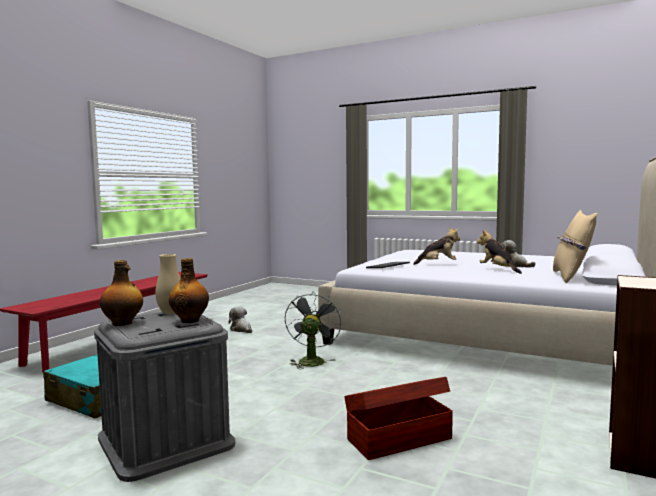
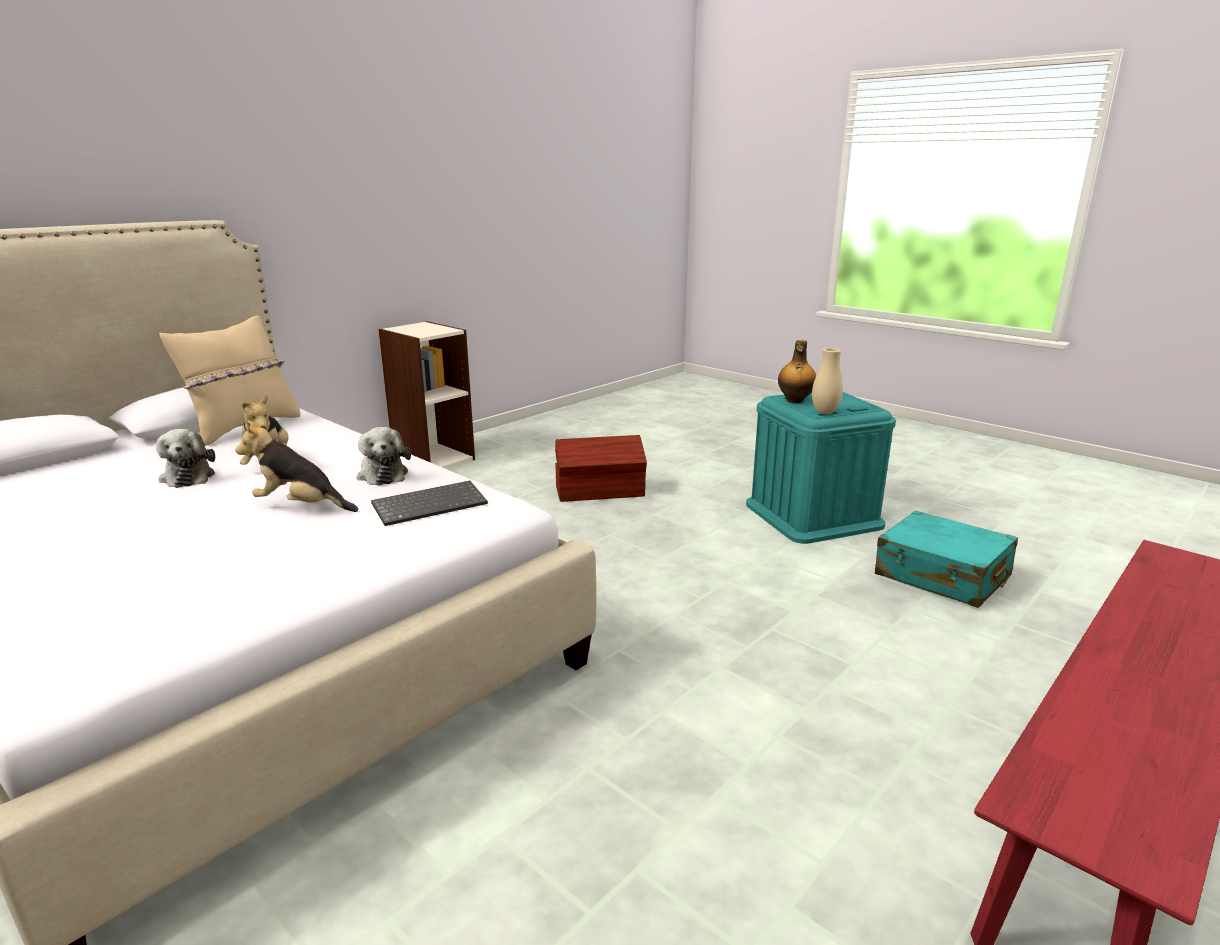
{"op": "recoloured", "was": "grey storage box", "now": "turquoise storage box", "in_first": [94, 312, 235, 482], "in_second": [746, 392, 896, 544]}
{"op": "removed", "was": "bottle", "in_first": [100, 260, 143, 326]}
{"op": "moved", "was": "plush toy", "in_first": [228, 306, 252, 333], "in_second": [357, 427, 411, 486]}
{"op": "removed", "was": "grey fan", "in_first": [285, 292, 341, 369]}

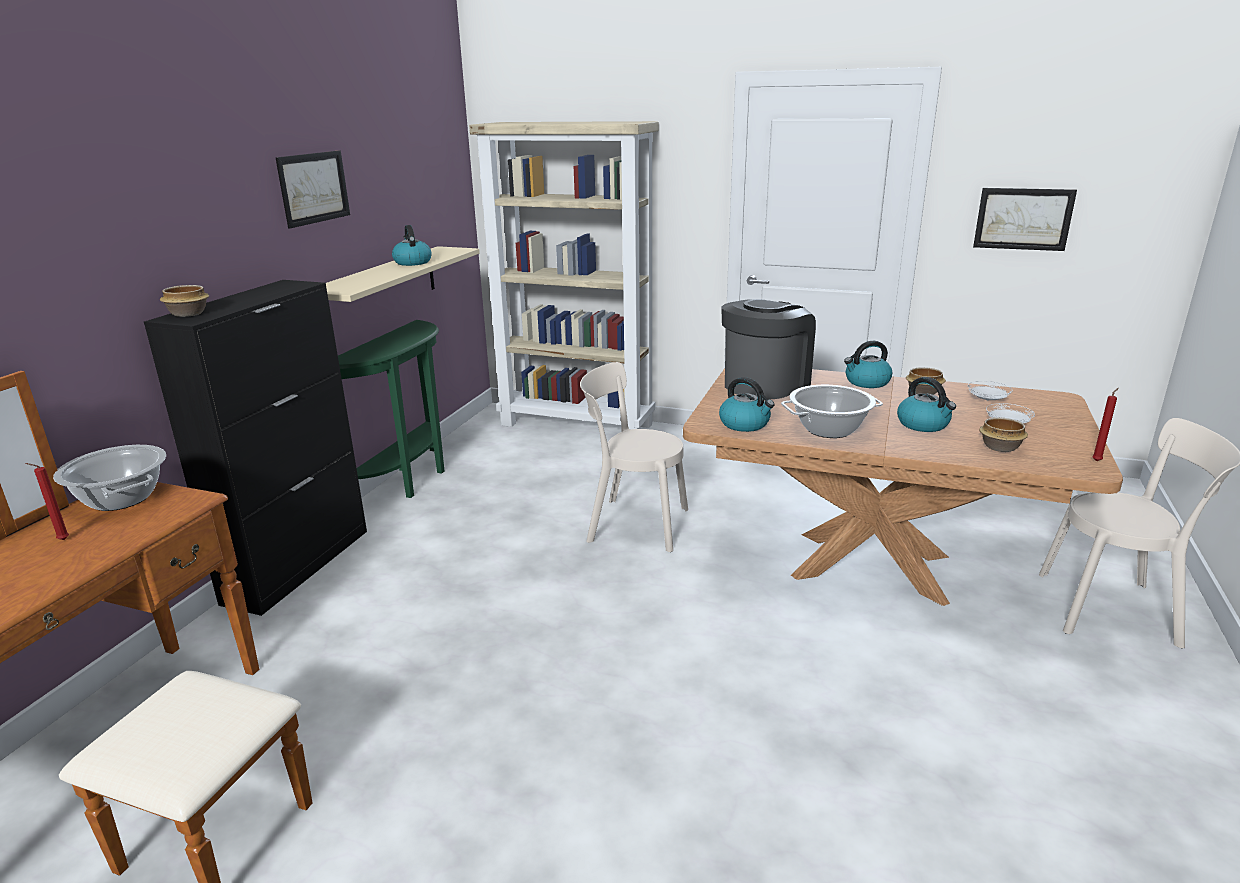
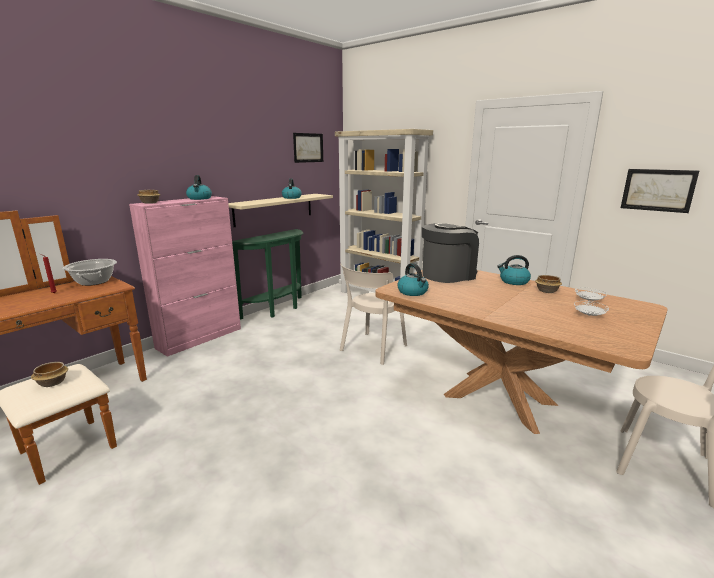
{"op": "recoloured", "was": "black cabinet", "now": "pink cabinet", "in_first": [144, 280, 367, 616], "in_second": [129, 196, 241, 357]}
{"op": "moved", "was": "picture", "in_first": [276, 151, 350, 228], "in_second": [293, 133, 323, 163]}
{"op": "turned", "was": "beige chair", "in_first": [580, 362, 688, 552], "in_second": [340, 263, 407, 365], "clockwise": -90}
{"op": "removed", "was": "cooking pot", "in_first": [781, 385, 883, 438]}
{"op": "moved", "was": "kettle", "in_first": [897, 377, 956, 432], "in_second": [186, 175, 212, 200]}
{"op": "moved", "was": "bowl", "in_first": [979, 417, 1028, 452], "in_second": [31, 362, 68, 387]}
{"op": "removed", "was": "red candle", "in_first": [1092, 388, 1119, 461]}

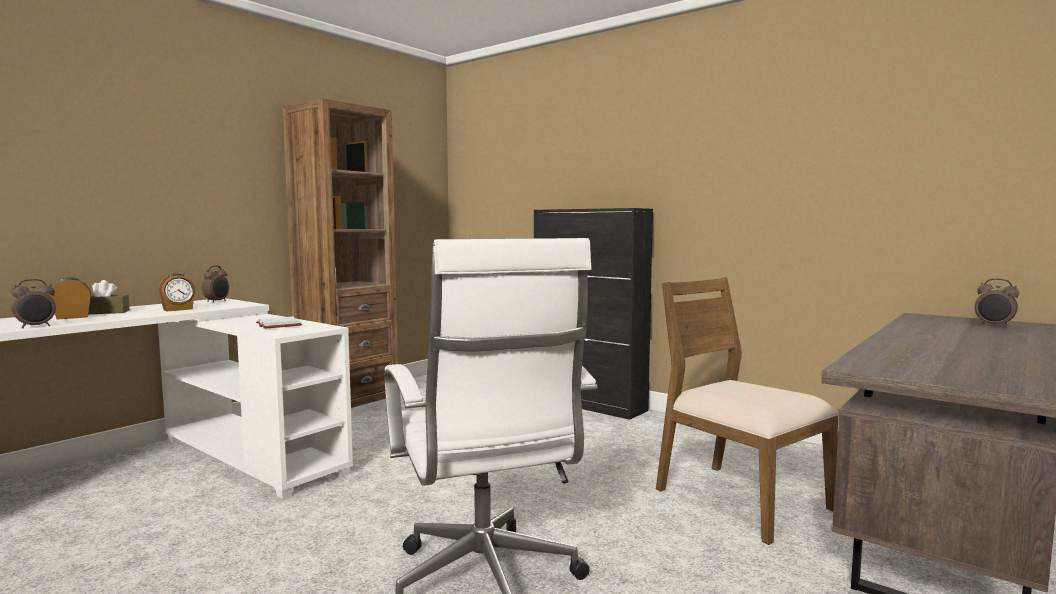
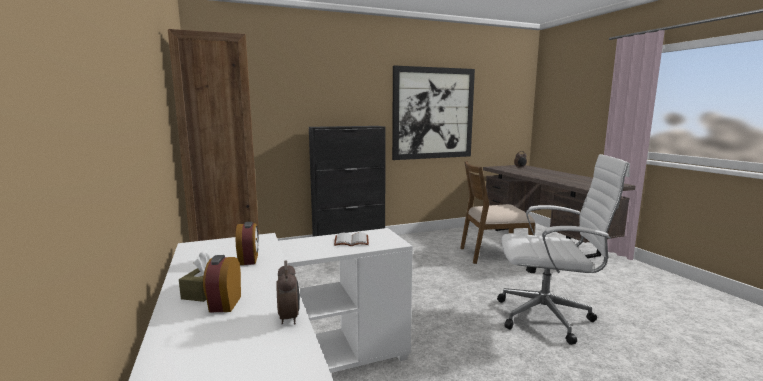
{"op": "removed", "was": "alarm clock", "in_first": [202, 265, 229, 303]}
{"op": "added", "now": "picture", "in_second": [392, 65, 475, 160]}

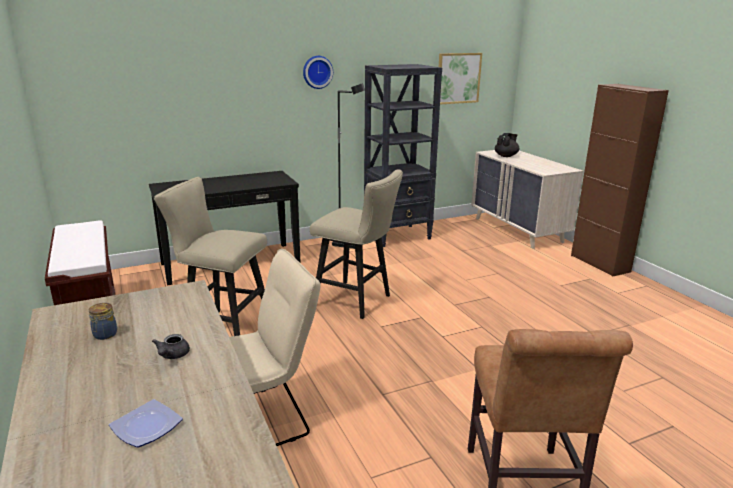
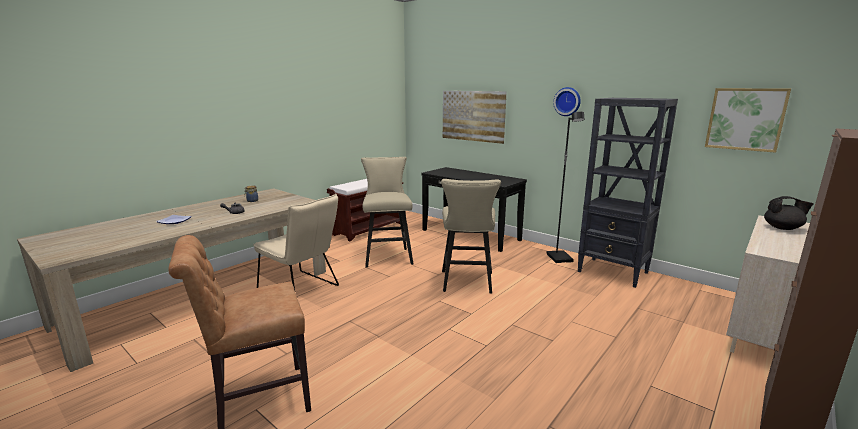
{"op": "added", "now": "picture", "in_second": [443, 91, 507, 144]}

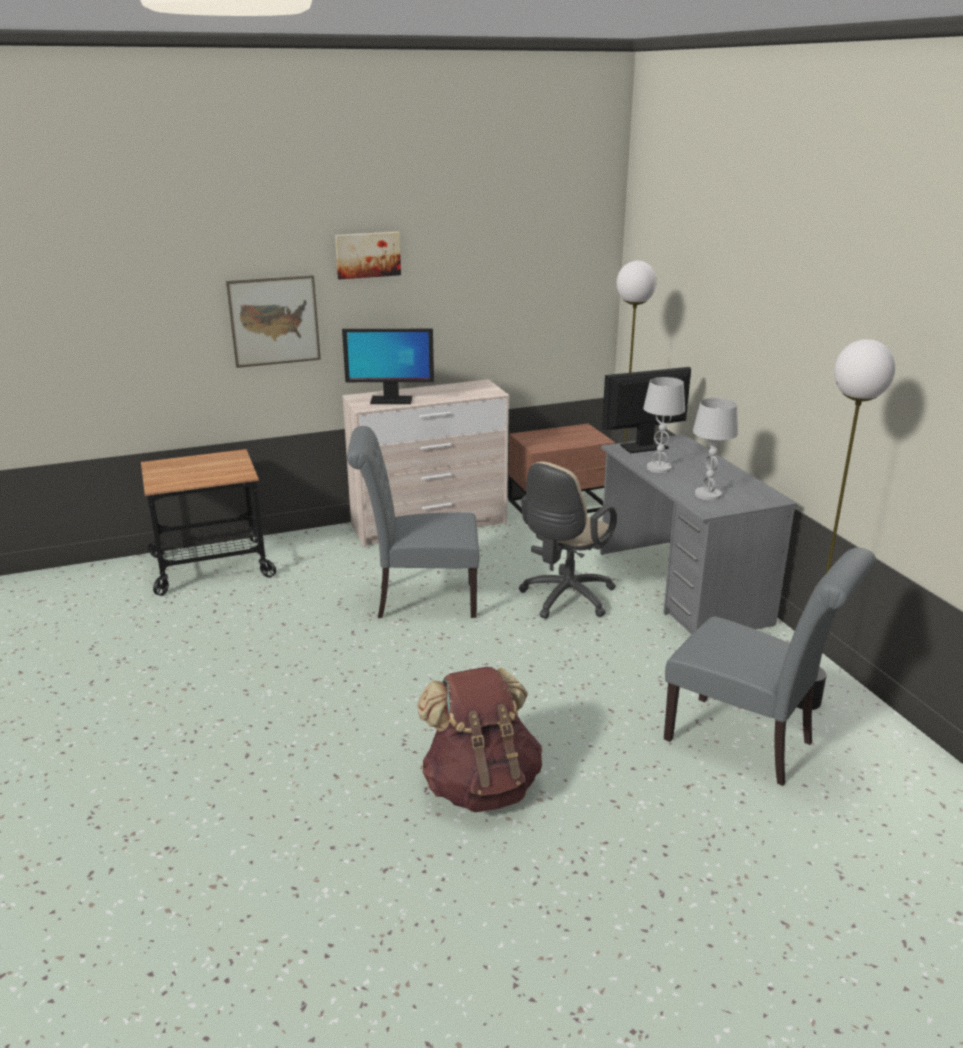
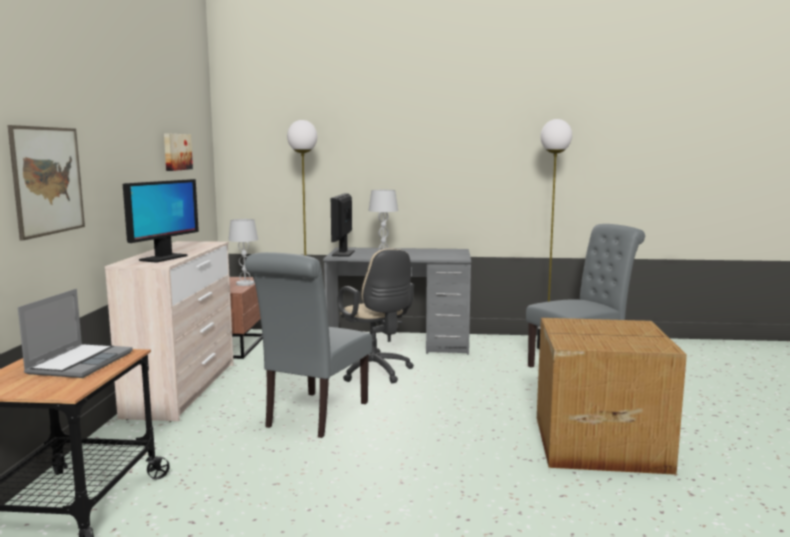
{"op": "moved", "was": "picture", "in_first": [335, 232, 401, 280], "in_second": [164, 133, 193, 171]}
{"op": "replaced", "was": "brown backpack", "now": "cardboard box", "in_first": [417, 667, 542, 812], "in_second": [537, 318, 687, 475]}
{"op": "moved", "was": "white table lamp", "in_first": [693, 398, 738, 500], "in_second": [228, 219, 258, 286]}
{"op": "added", "now": "laptop", "in_second": [18, 289, 133, 378]}

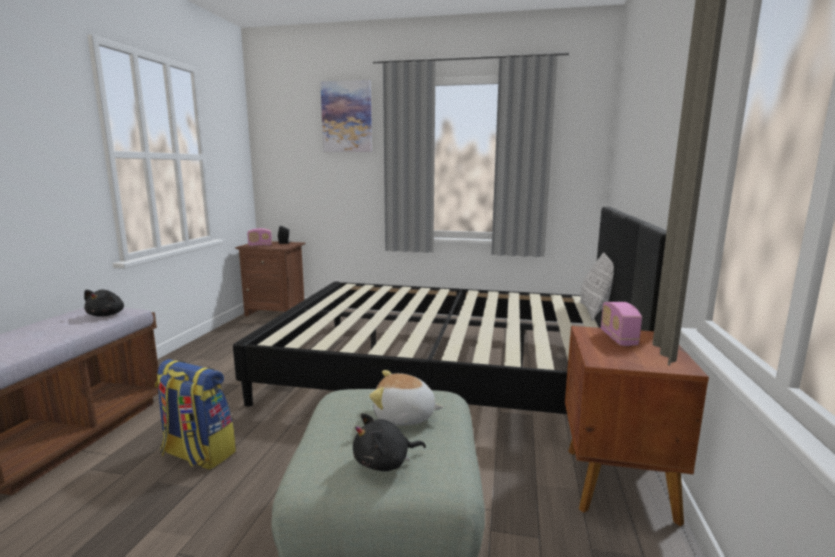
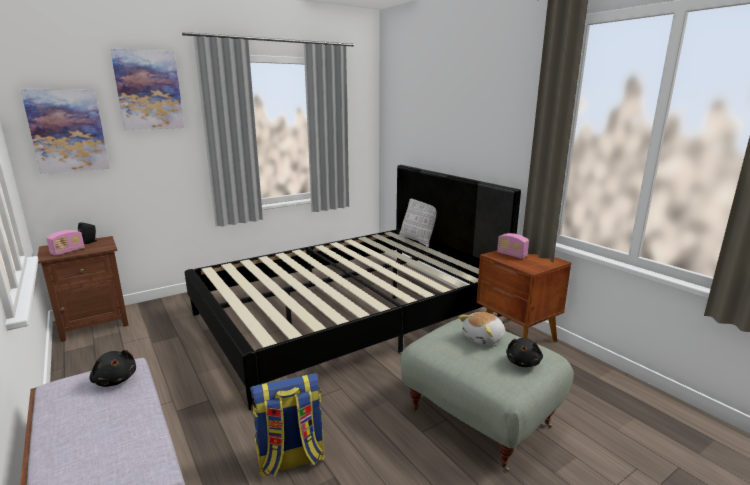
{"op": "added", "now": "picture", "in_second": [21, 89, 110, 174]}

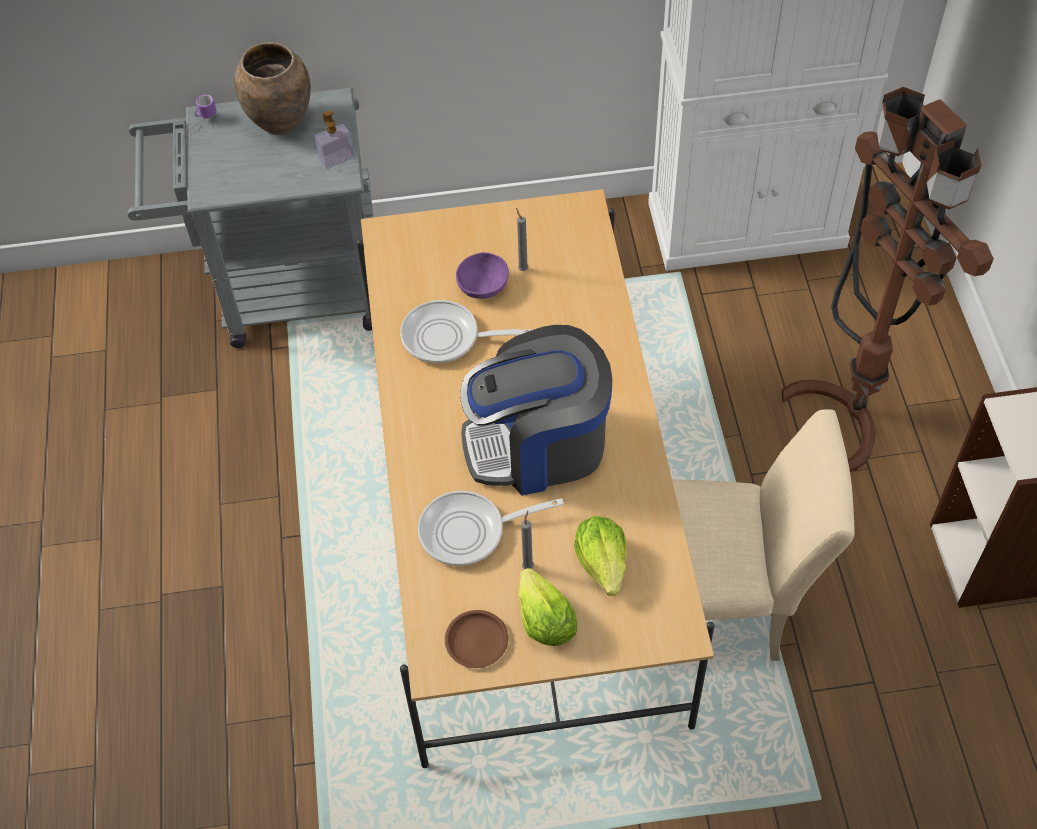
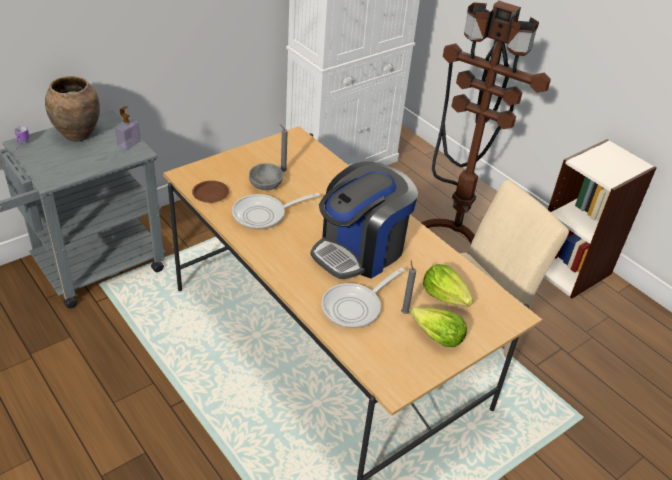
{"op": "moved", "was": "brown plate", "in_first": [445, 610, 508, 668], "in_second": [192, 181, 229, 203]}
{"op": "recoloured", "was": "purple bowl", "now": "grey bowl", "in_first": [456, 252, 509, 299], "in_second": [249, 163, 283, 190]}

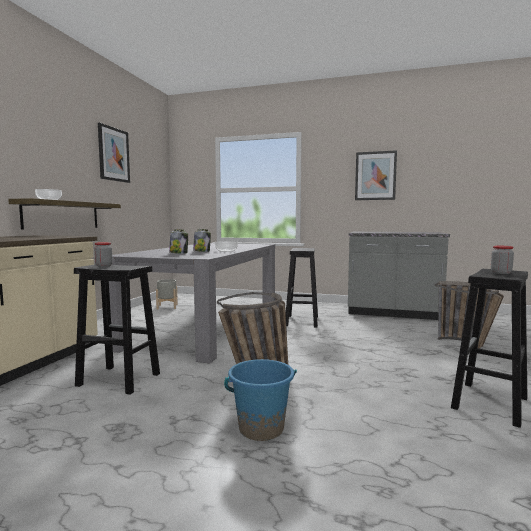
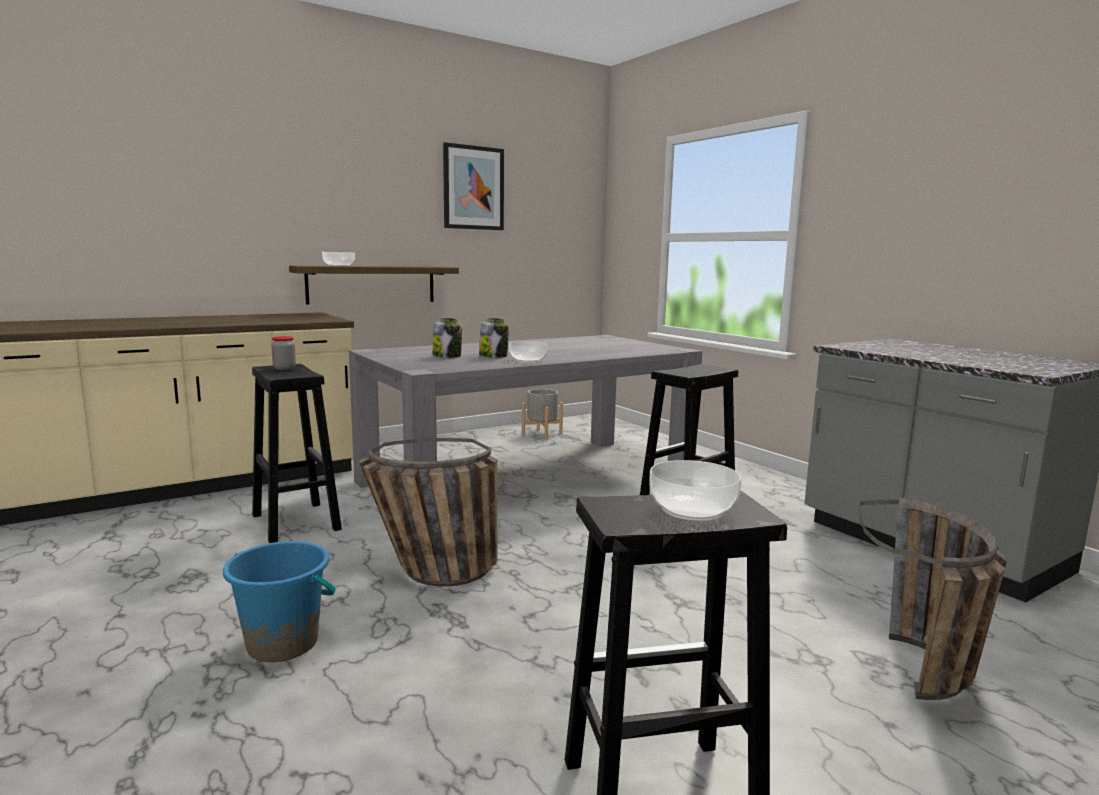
{"op": "removed", "was": "picture", "in_first": [355, 150, 397, 200]}
{"op": "replaced", "was": "jar", "now": "bowl", "in_first": [491, 246, 514, 274], "in_second": [649, 460, 741, 521]}

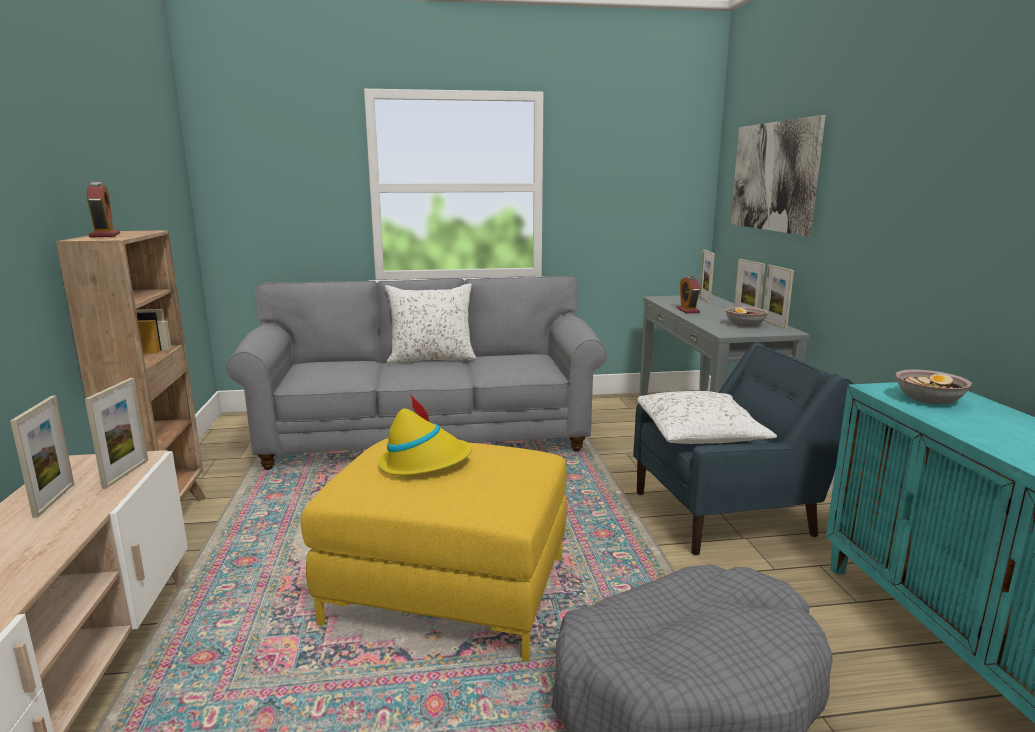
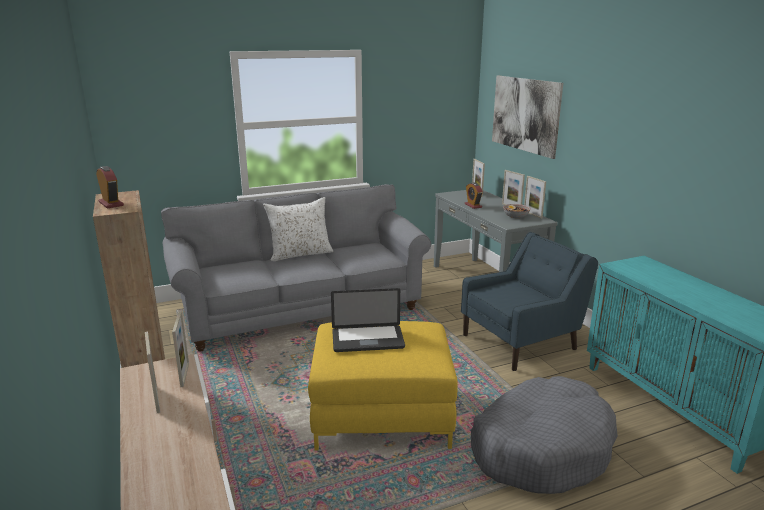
{"op": "replaced", "was": "yellow hat", "now": "laptop", "in_first": [378, 394, 472, 475], "in_second": [331, 288, 405, 352]}
{"op": "removed", "was": "white pillow", "in_first": [638, 391, 777, 444]}
{"op": "removed", "was": "bowl", "in_first": [895, 370, 972, 404]}

